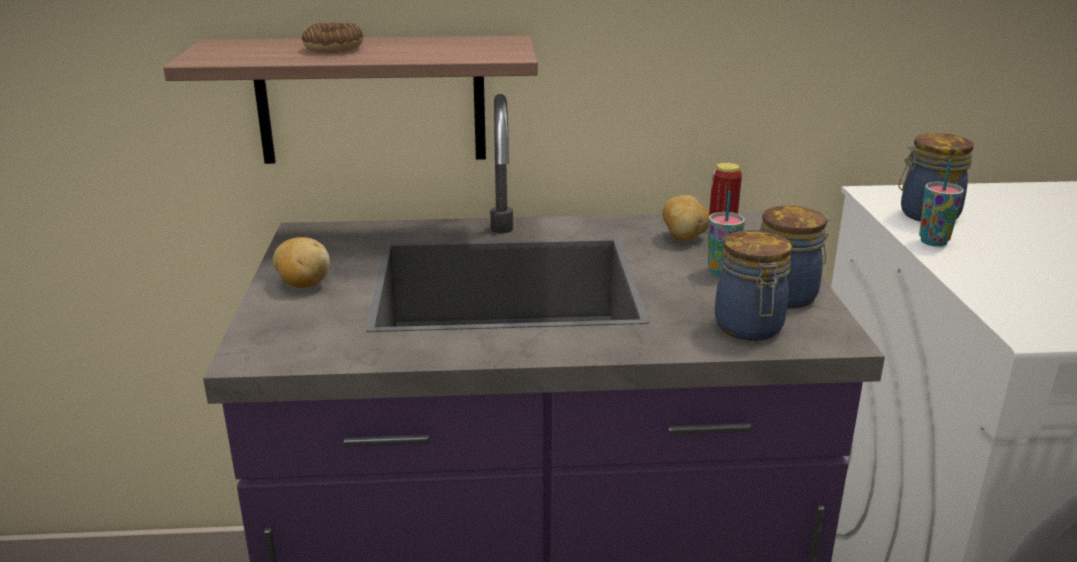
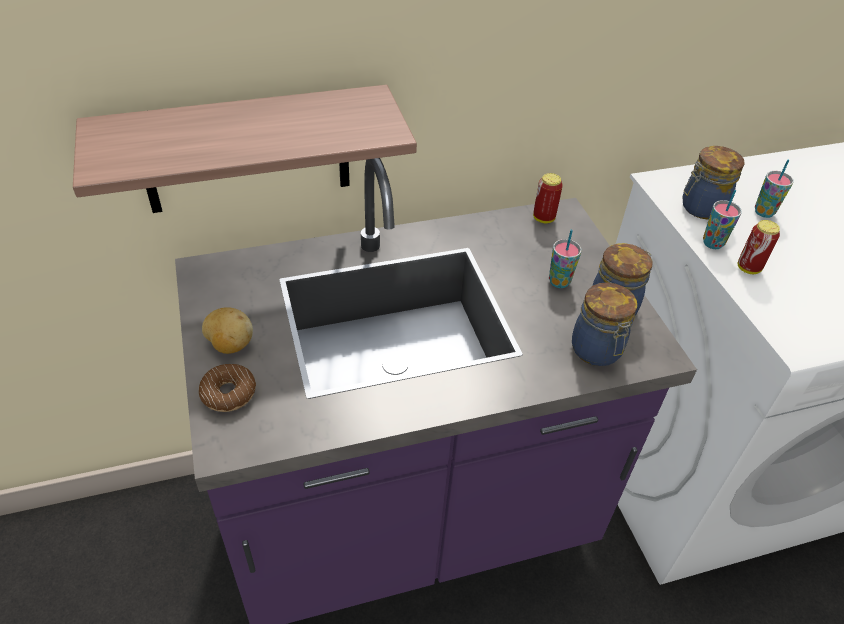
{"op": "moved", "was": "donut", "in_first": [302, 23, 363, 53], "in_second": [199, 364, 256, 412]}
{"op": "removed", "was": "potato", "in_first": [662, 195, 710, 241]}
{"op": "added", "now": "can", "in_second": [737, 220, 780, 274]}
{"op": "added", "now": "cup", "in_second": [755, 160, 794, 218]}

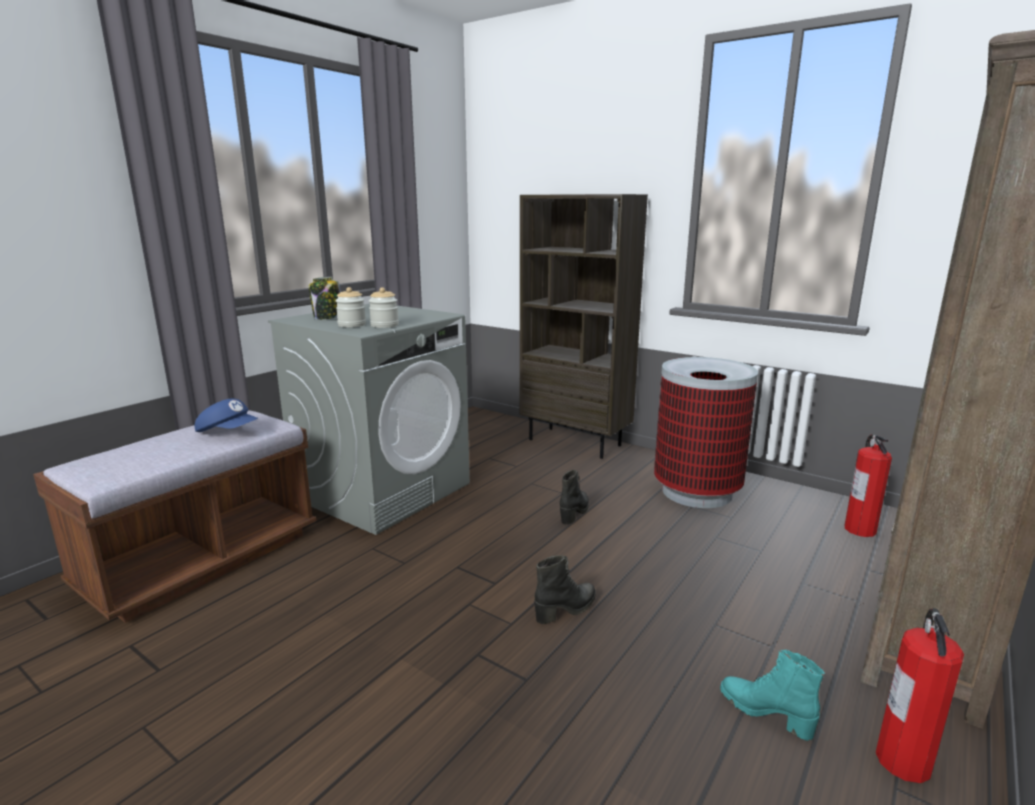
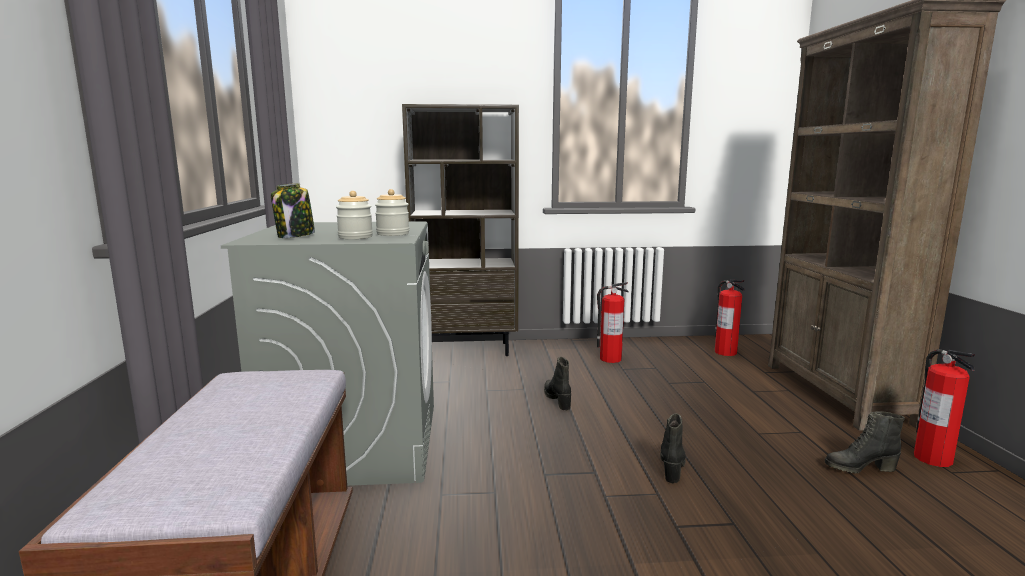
{"op": "removed", "was": "blue cap", "in_first": [195, 399, 258, 432]}
{"op": "replaced", "was": "trash can", "now": "fire extinguisher", "in_first": [654, 357, 758, 508], "in_second": [597, 282, 629, 363]}
{"op": "recoloured", "was": "turquoise boot", "now": "black boot", "in_first": [720, 650, 825, 741], "in_second": [825, 411, 905, 474]}

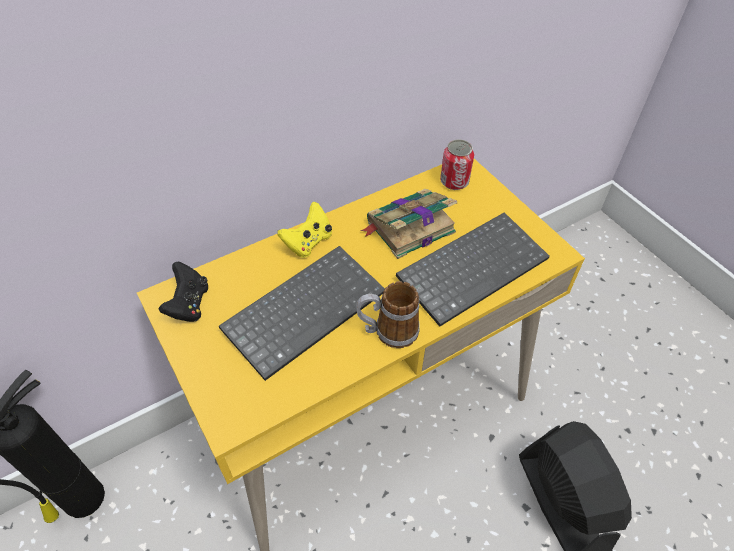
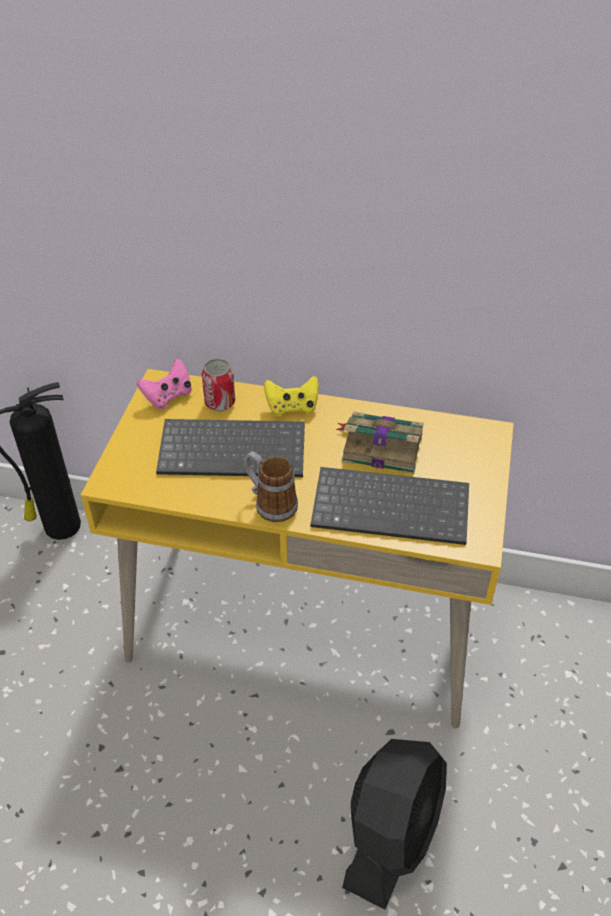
{"op": "recoloured", "was": "black game controller", "now": "pink game controller", "in_first": [159, 262, 208, 322], "in_second": [137, 358, 192, 409]}
{"op": "moved", "was": "can", "in_first": [440, 140, 474, 190], "in_second": [202, 359, 235, 411]}

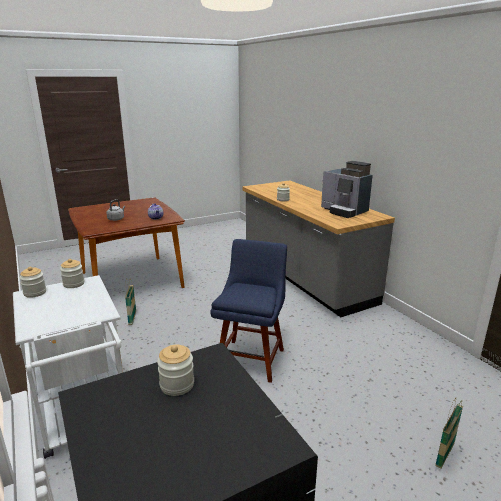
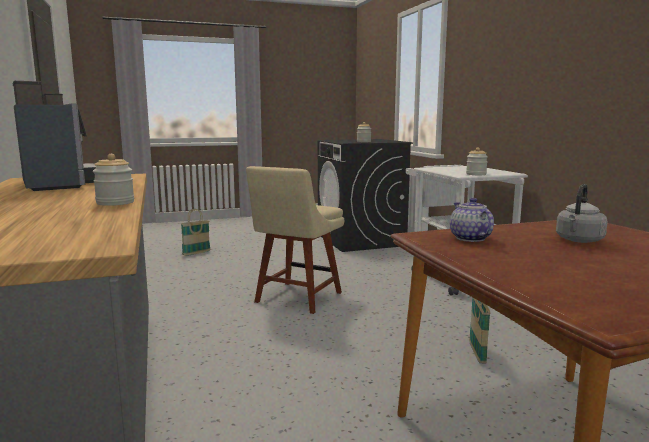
{"op": "removed", "was": "jar", "in_first": [20, 267, 46, 298]}
{"op": "recoloured", "was": "blue chair", "now": "beige chair", "in_first": [210, 239, 287, 383], "in_second": [246, 166, 344, 314]}

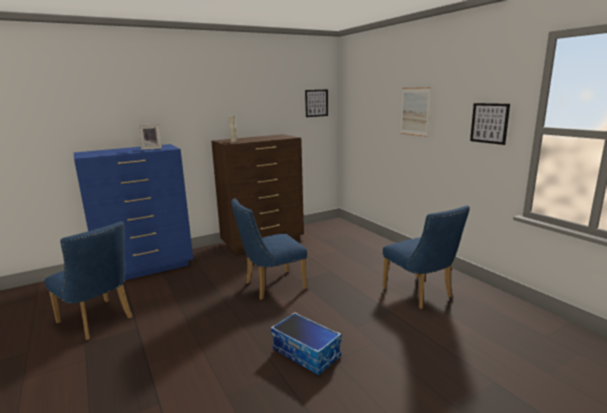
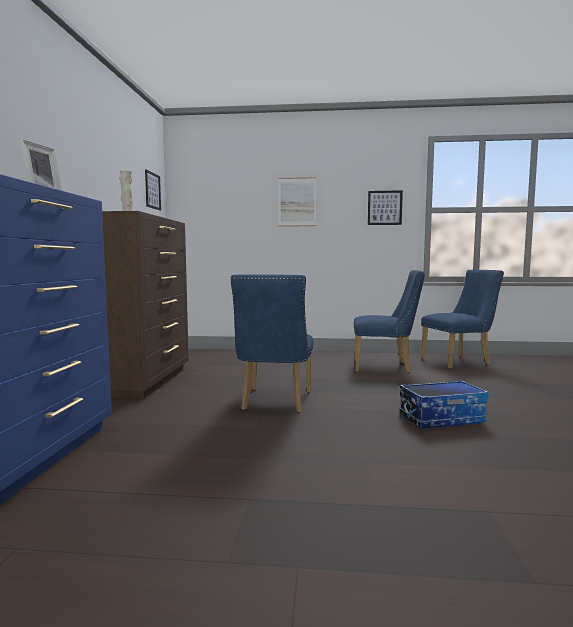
{"op": "moved", "was": "blue chair", "in_first": [45, 221, 133, 340], "in_second": [421, 270, 504, 369]}

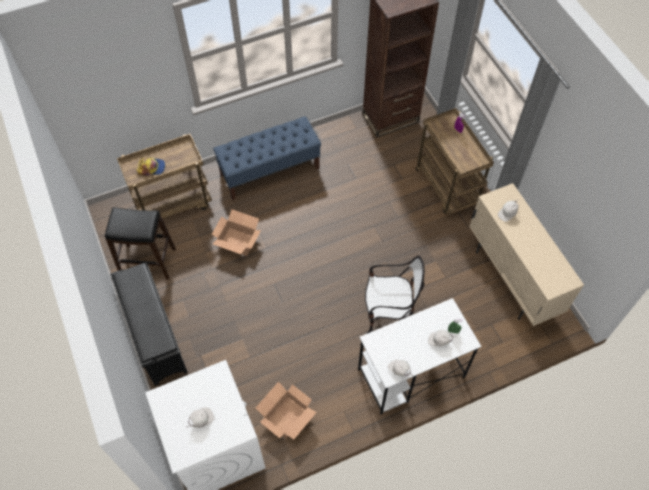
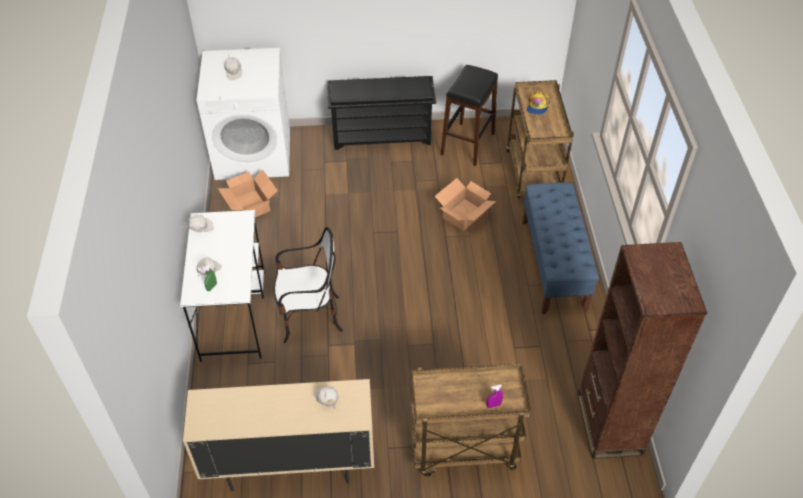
{"op": "turned", "was": "chair", "in_first": [365, 256, 425, 334], "in_second": [274, 227, 343, 343], "clockwise": -120}

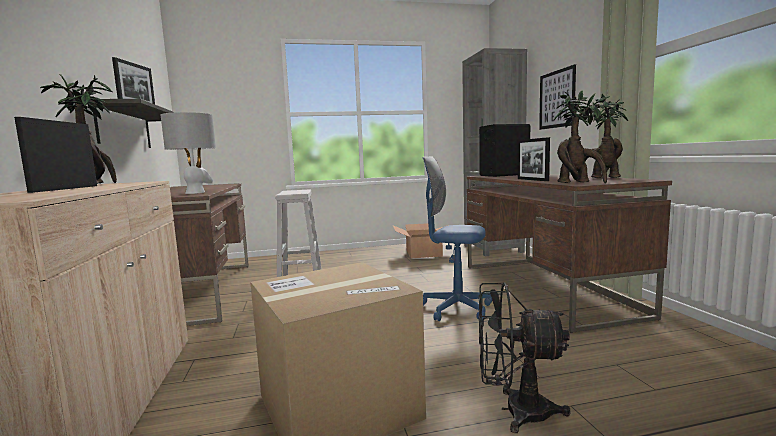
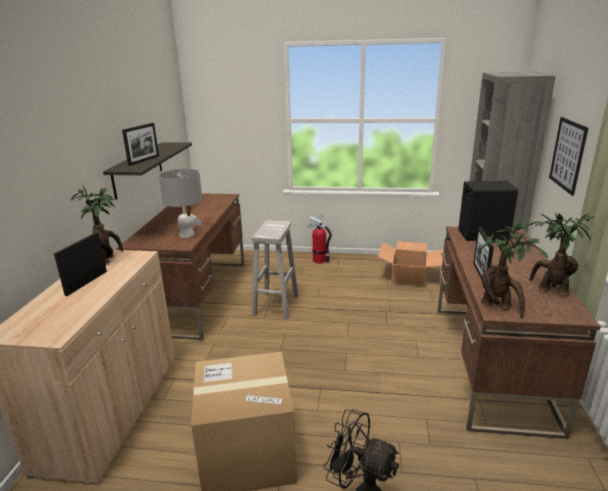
{"op": "removed", "was": "blue office chair", "in_first": [423, 156, 492, 321]}
{"op": "added", "now": "fire extinguisher", "in_second": [307, 215, 332, 263]}

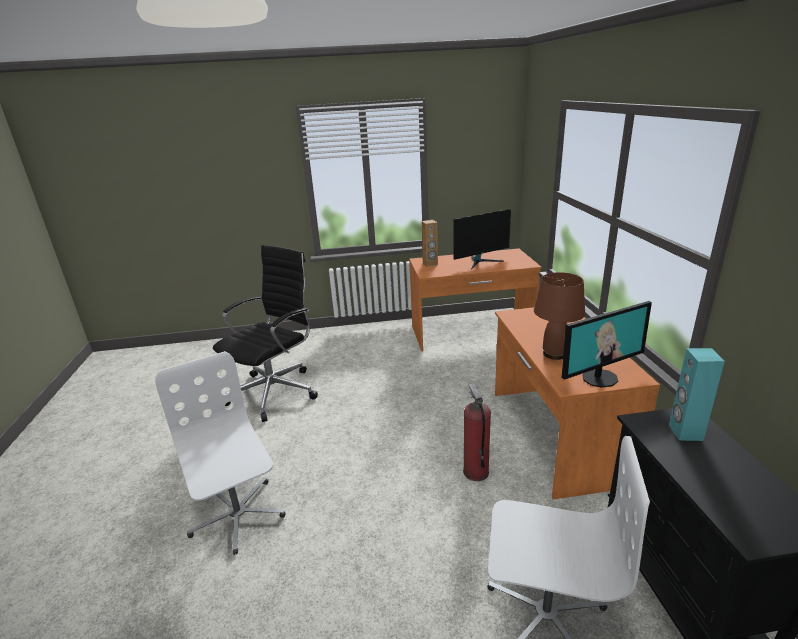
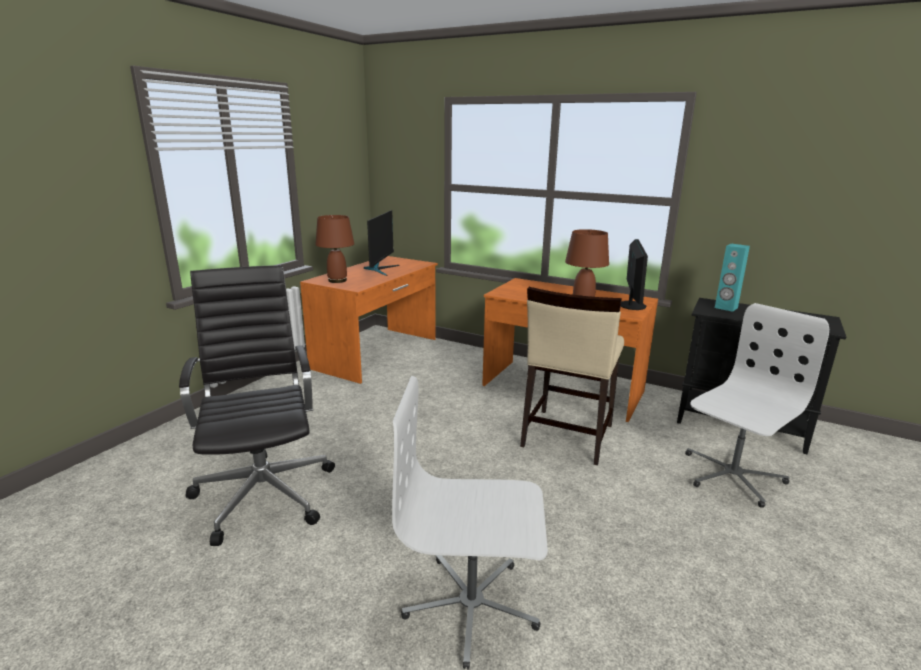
{"op": "replaced", "was": "brown speaker", "now": "brown table lamp", "in_first": [422, 220, 438, 267], "in_second": [315, 215, 354, 283]}
{"op": "replaced", "was": "fire extinguisher", "now": "beige chair", "in_first": [463, 383, 491, 481], "in_second": [520, 287, 624, 465]}

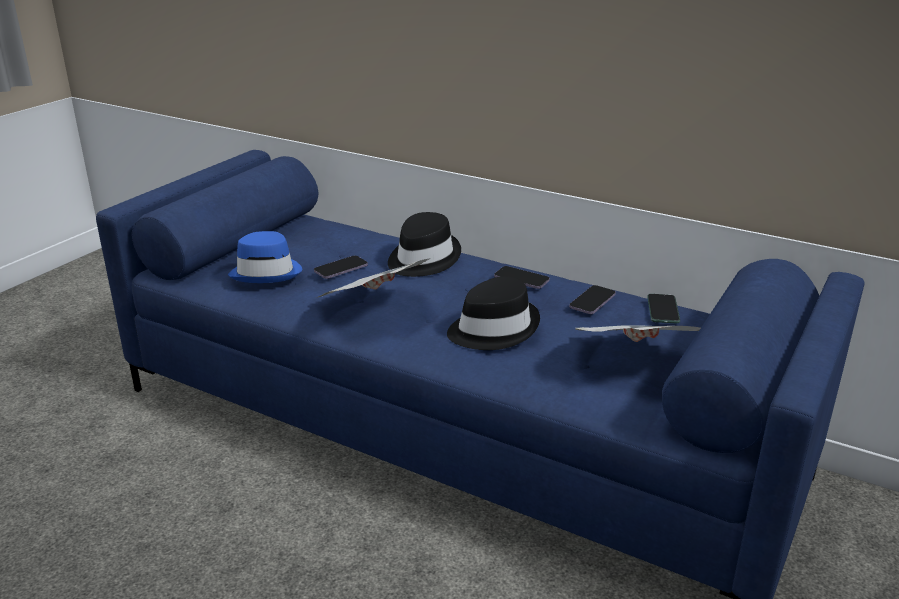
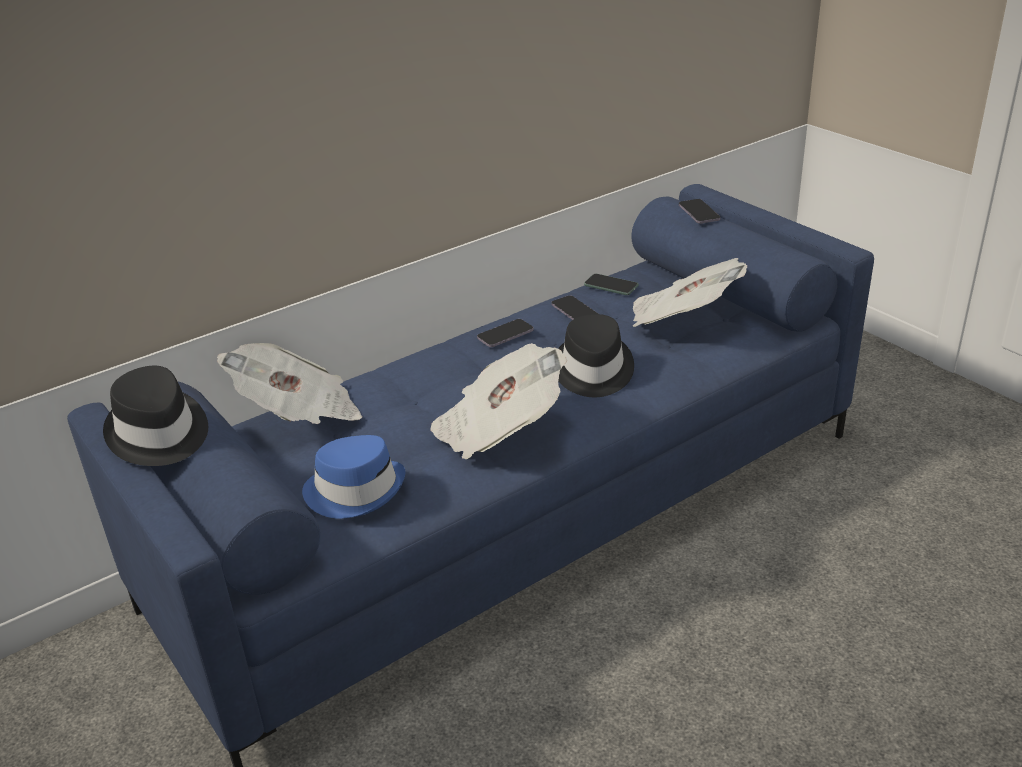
{"op": "moved", "was": "phone", "in_first": [314, 256, 368, 279], "in_second": [679, 199, 720, 224]}
{"op": "moved", "was": "black hat", "in_first": [388, 212, 461, 277], "in_second": [103, 366, 208, 466]}
{"op": "added", "now": "newspaper", "in_second": [217, 343, 363, 424]}

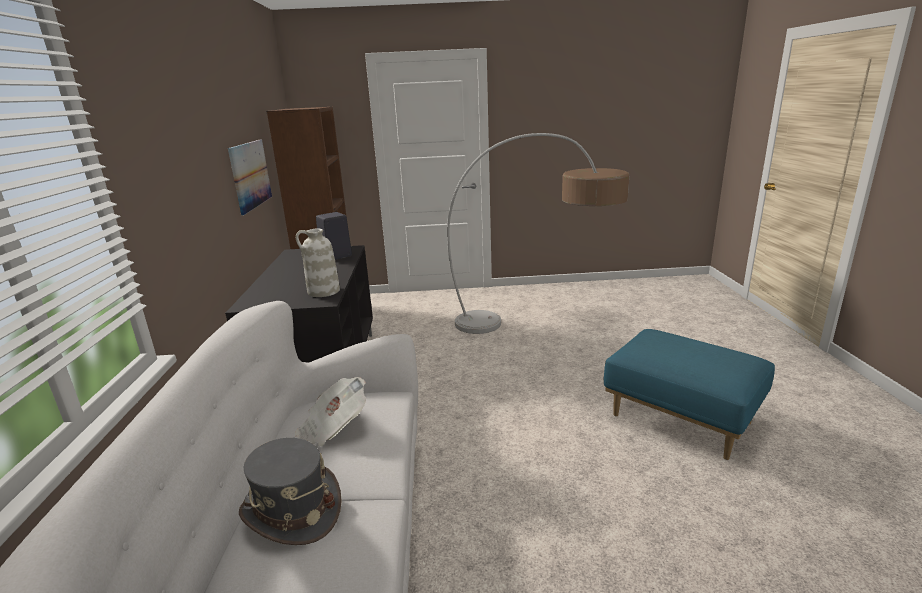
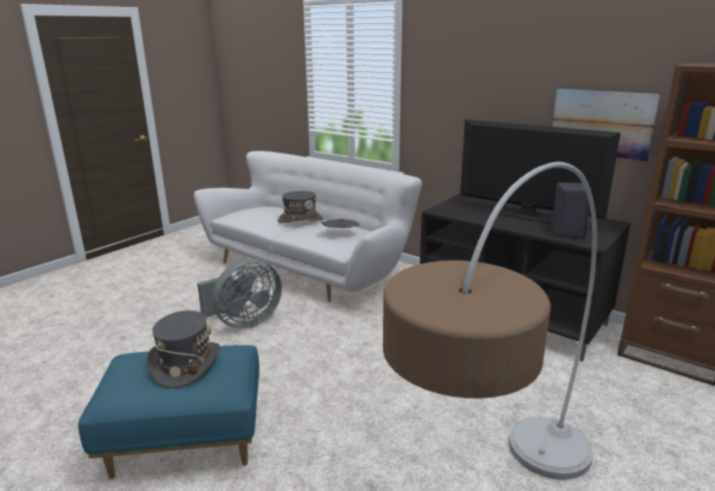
{"op": "removed", "was": "white vase", "in_first": [296, 229, 340, 297]}
{"op": "added", "now": "grey hat", "in_second": [147, 310, 220, 388]}
{"op": "added", "now": "grey fan", "in_second": [197, 259, 282, 329]}
{"op": "added", "now": "television", "in_second": [460, 119, 621, 224]}

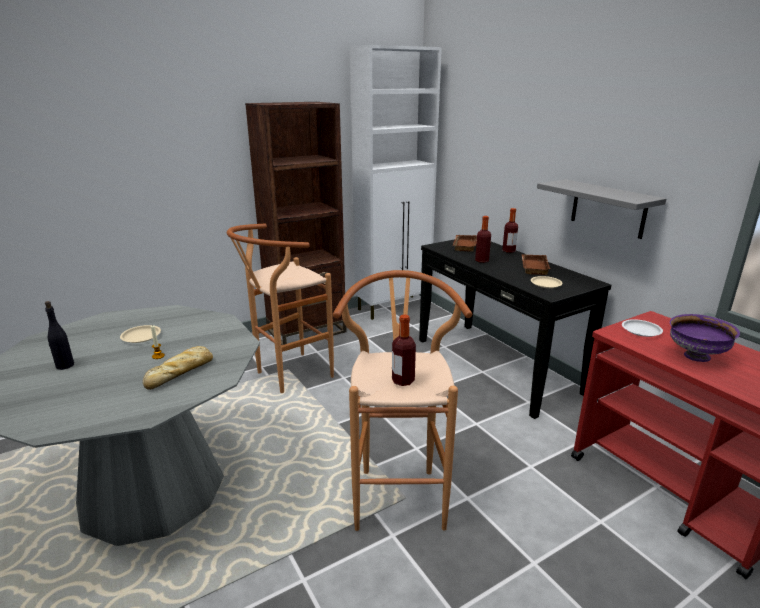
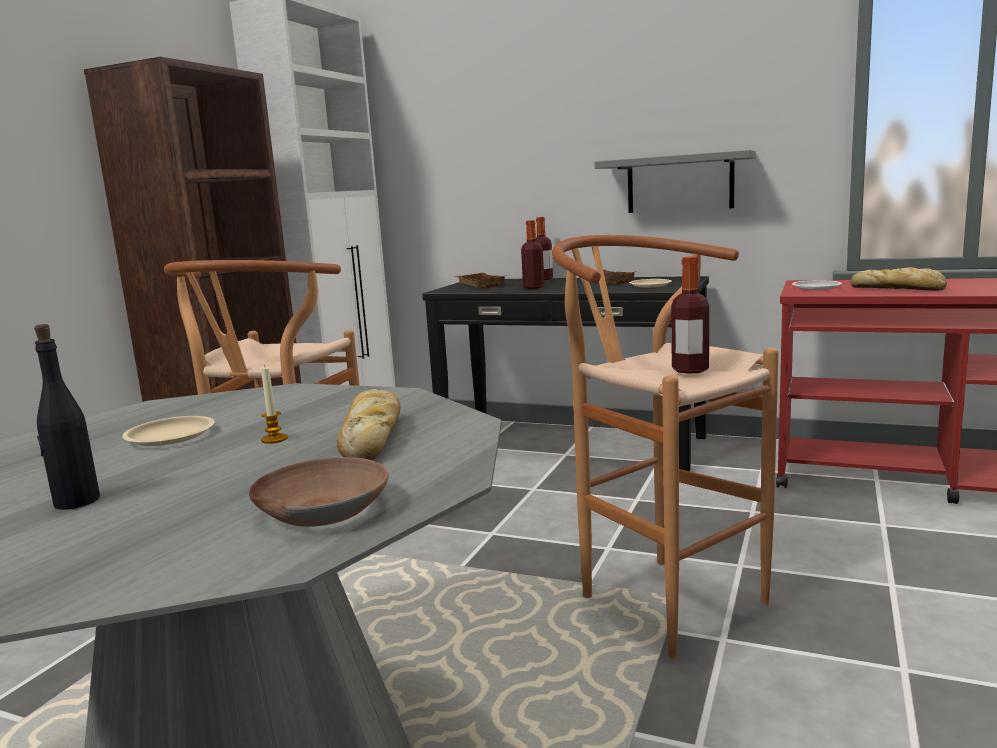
{"op": "replaced", "was": "purple bowl", "now": "bread", "in_first": [670, 314, 740, 362], "in_second": [851, 267, 947, 291]}
{"op": "added", "now": "brown bowl", "in_second": [249, 457, 389, 527]}

